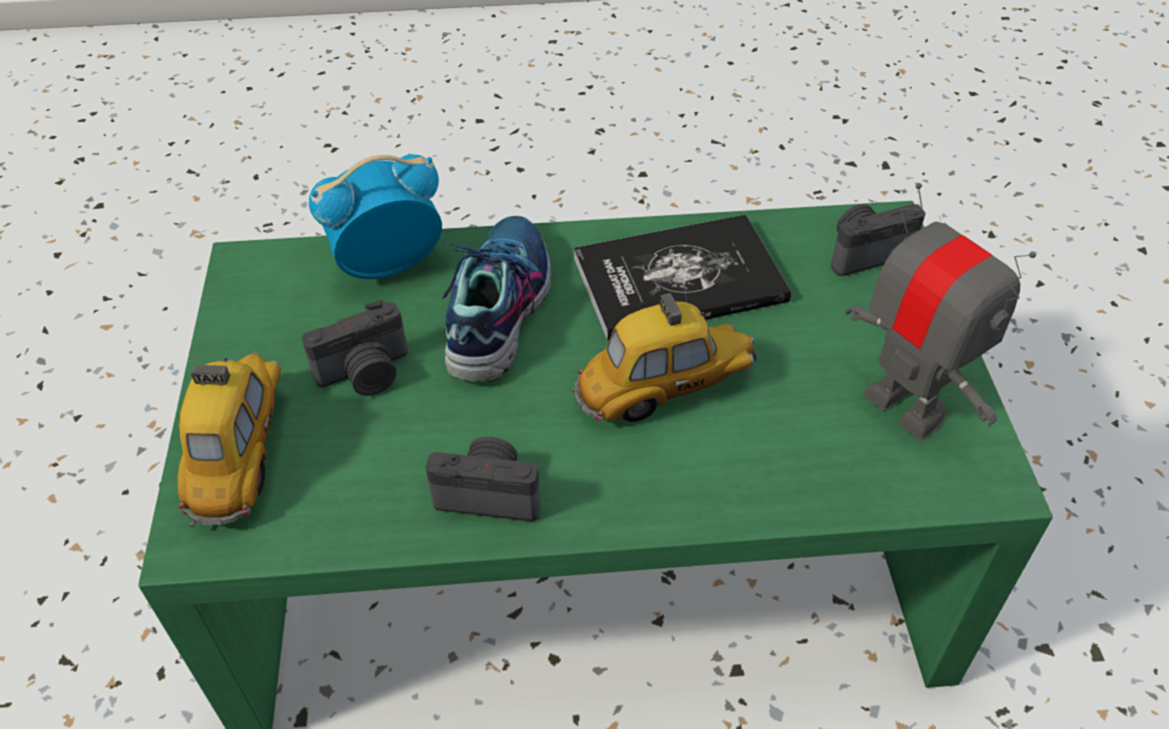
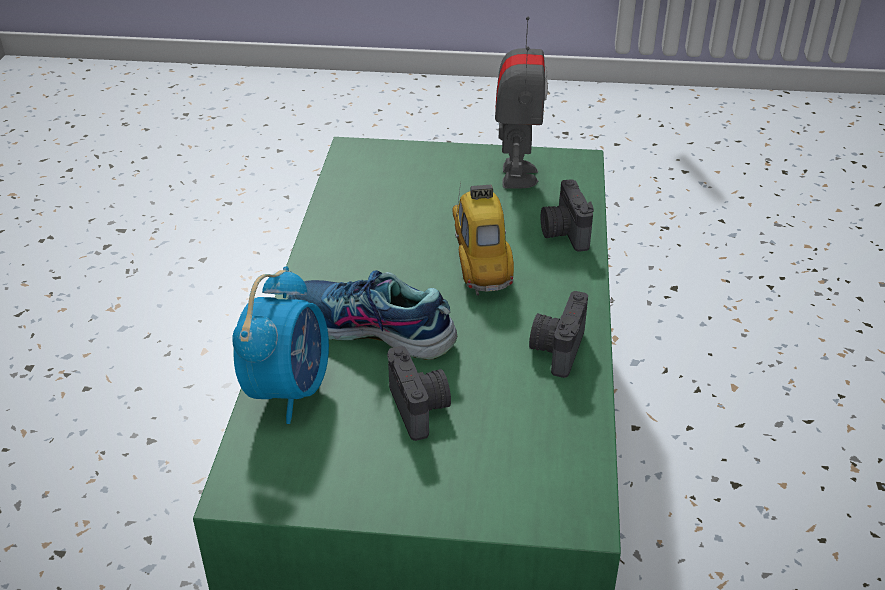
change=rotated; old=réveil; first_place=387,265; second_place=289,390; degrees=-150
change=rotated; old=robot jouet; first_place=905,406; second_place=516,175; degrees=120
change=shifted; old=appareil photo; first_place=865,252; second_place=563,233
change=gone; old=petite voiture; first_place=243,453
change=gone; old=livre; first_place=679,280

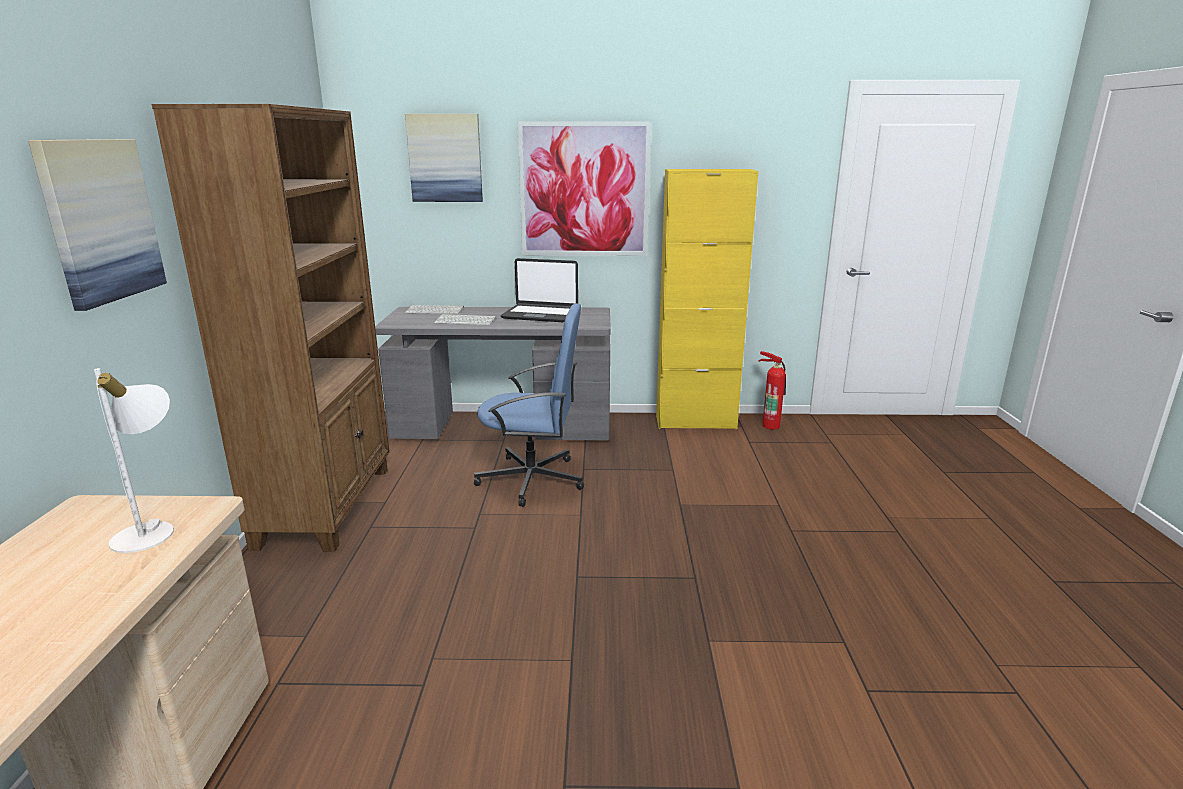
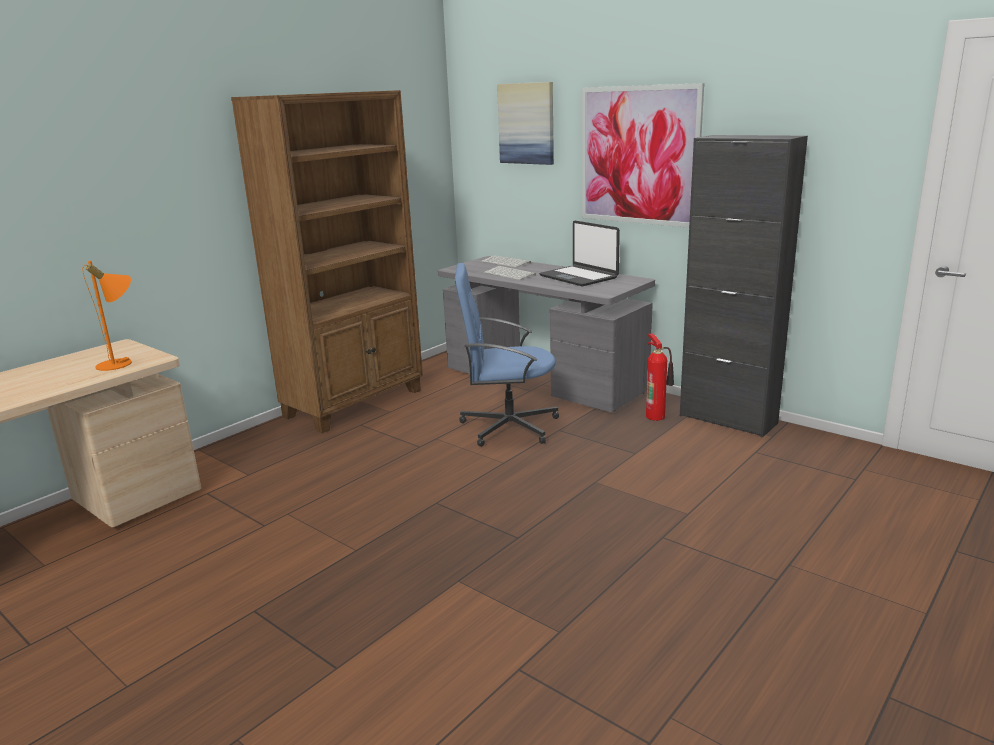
change=repainted; old=lampe de table/blanc; new=lampe de table/orange; first_place=152,531; second_place=121,363
change=rotated; old=chaise de bureau/bleu; first_place=533,479; second_place=507,426; degrees=135
change=shifted; old=extincteur; first_place=770,425; second_place=656,416
change=repainted; old=meuble de rangement/jaune; new=meuble de rangement/noir; first_place=695,422; second_place=728,419
change=gone; old=tableau; first_place=100,220

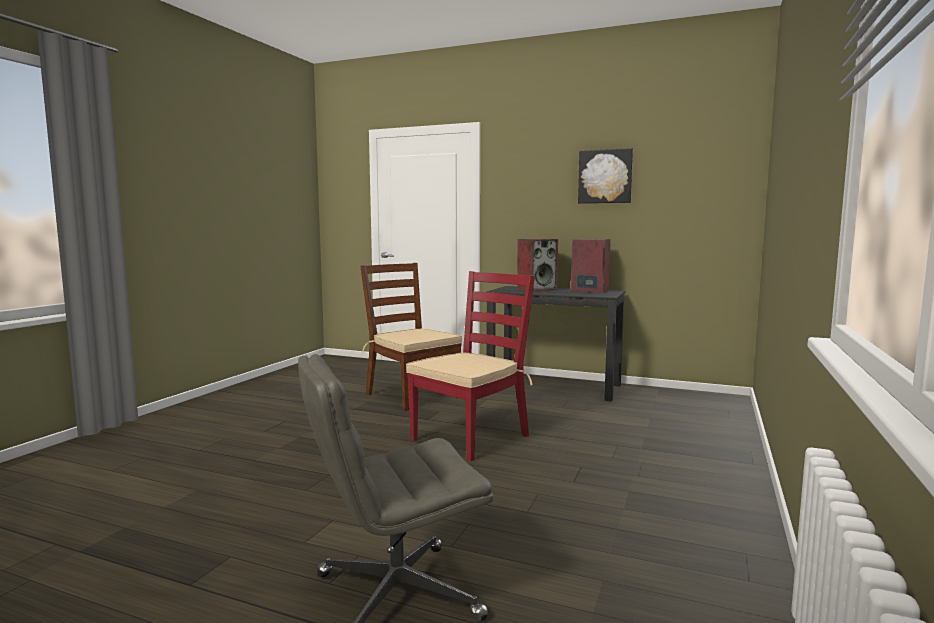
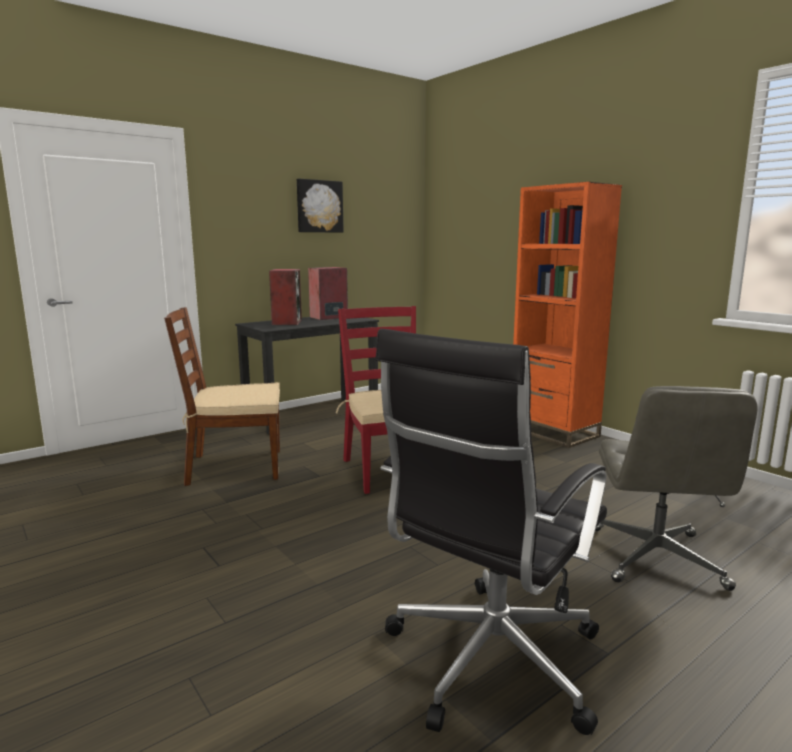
change=new; new=chaise de bureau/noir; second_place=489,661
change=new; new=bibliothèque/orange; second_place=553,432

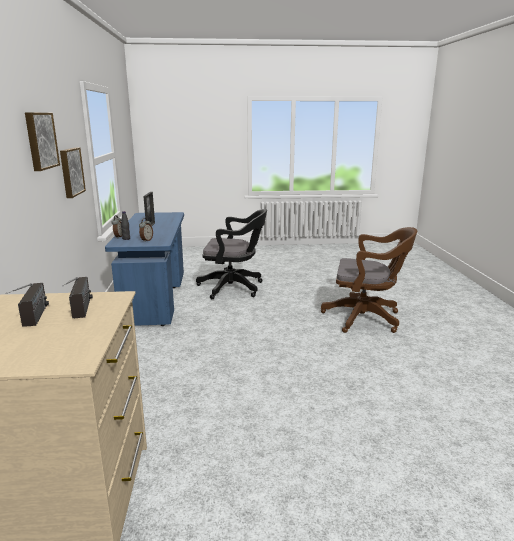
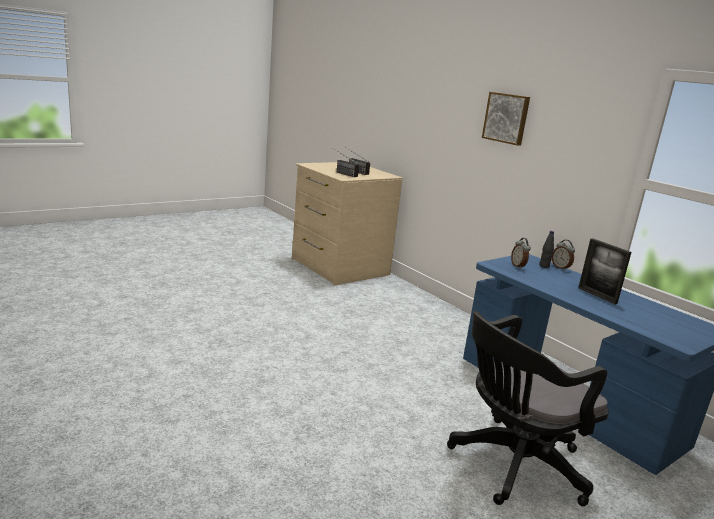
change=gone; old=tableau; first_place=70,172
change=gone; old=chaise de bureau/marron; first_place=366,318

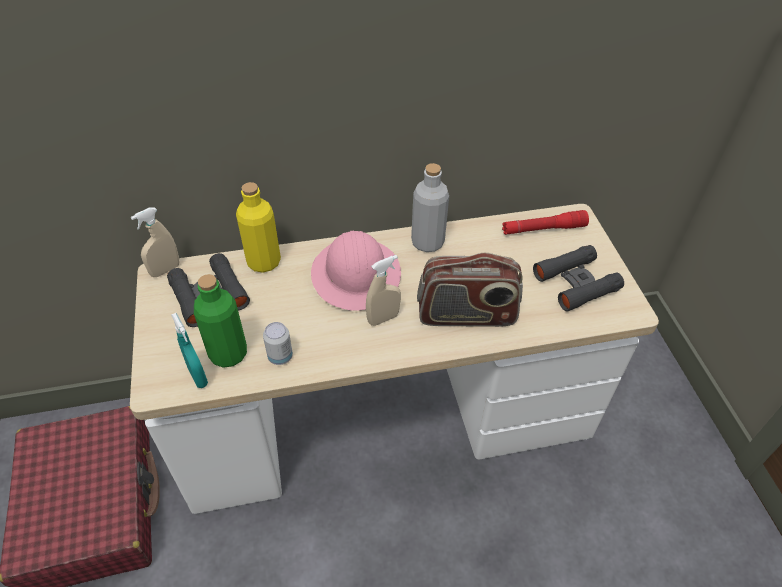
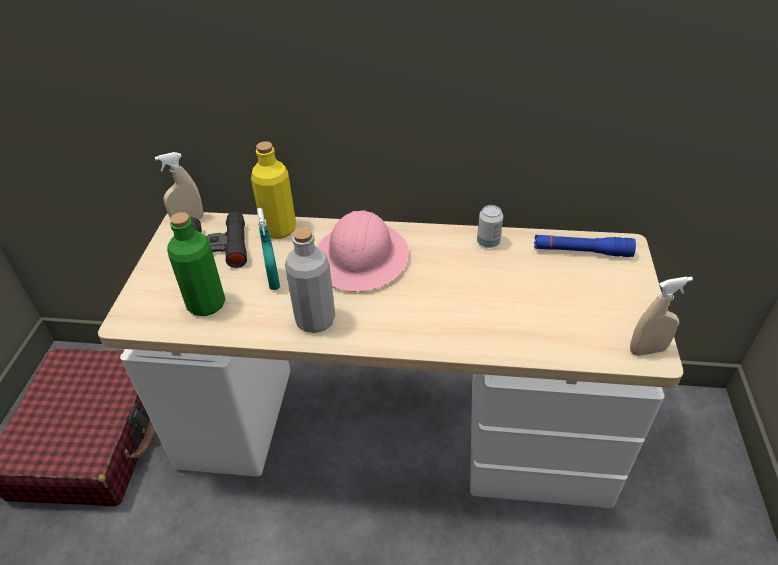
change=shifted; old=vaporisateur/turquoise; first_place=198,376; second_place=273,280
change=shifted; old=bouteille/gris; first_place=427,242; second_place=315,320
change=shifted; old=boîte métallique; first_place=280,356; second_place=488,242
change=repainted; old=lampe de poche/rouge; new=lampe de poche/bleu; first_place=543,229; second_place=581,251
change=shifted; old=vaporisateur/beige; first_place=383,318; second_place=647,350
change=gone; old=radio; first_place=466,315
change=gone; old=jumelles/noir; first_place=576,283

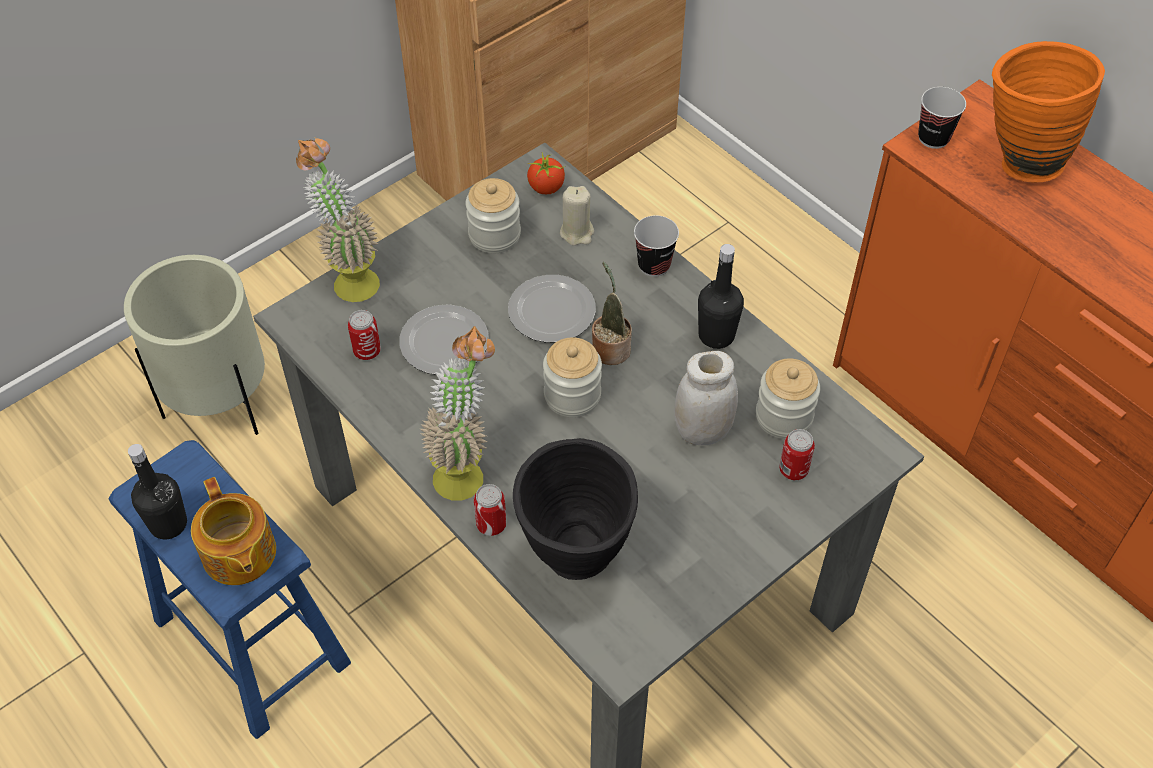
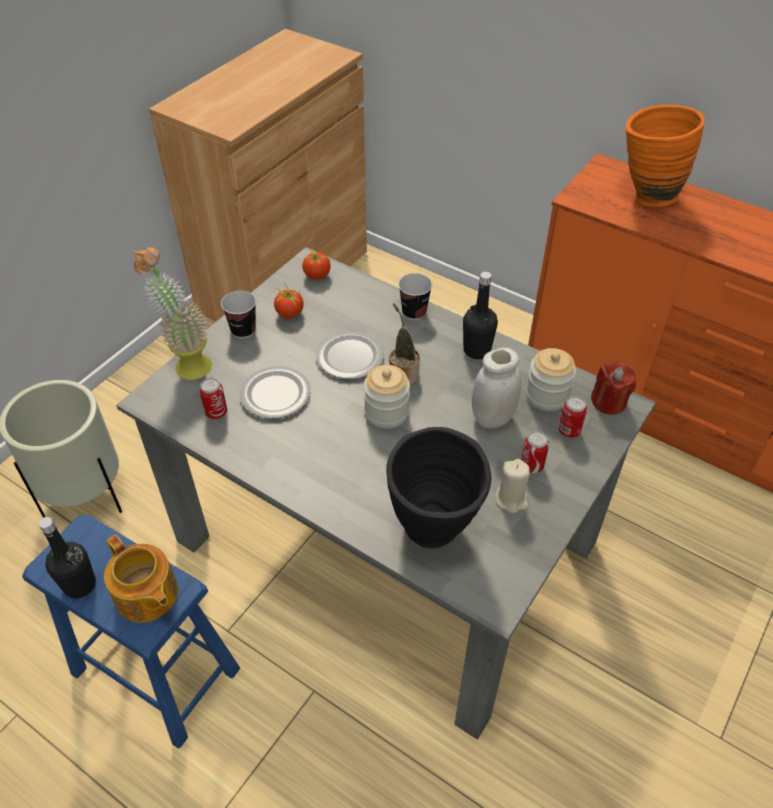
change=shifted; old=tasse; first_place=933,138; second_place=243,330
change=swapped; old=bocal; new=tomate; first_place=494,235; second_place=289,313
change=shifted; old=bougie/beige; first_place=577,232; second_place=511,499
change=shifted; old=boîte métallique; first_place=491,524; second_place=531,466
change=new; new=bougie/rouge; second_place=609,402
change=gone; old=plante en pot; first_place=465,469

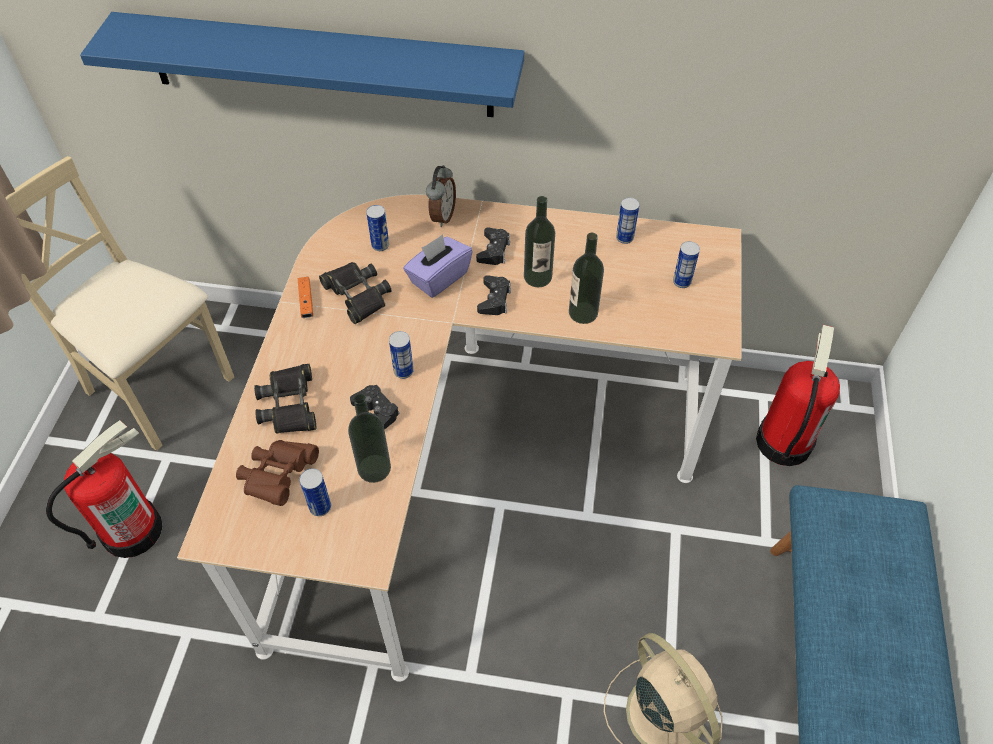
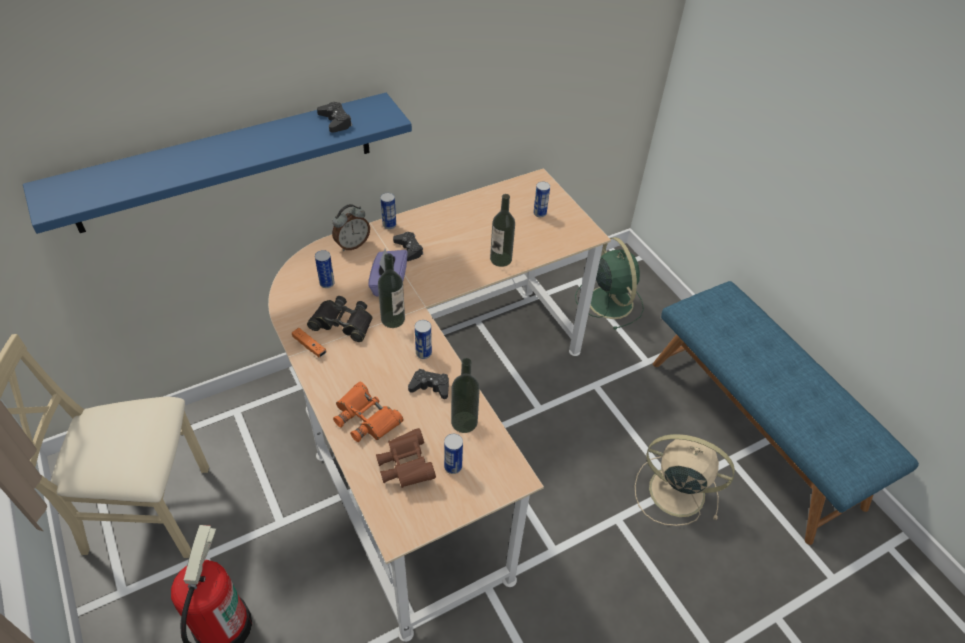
change=shifted; old=manette/noir; first_place=494,299; second_place=335,121
change=rotated; old=réveil; first_place=442,216; second_place=352,244; degrees=75
change=repainted; old=jumelles/noir; new=jumelles/orange; first_place=289,404; second_place=366,417
change=shifted; old=bouteille; first_place=537,277; second_place=393,319
change=shifted; old=boîte métallique; first_place=624,238; second_place=389,225
change=swapped; old=extincteur; new=ventilateur/vert; first_place=782,441; second_place=609,301

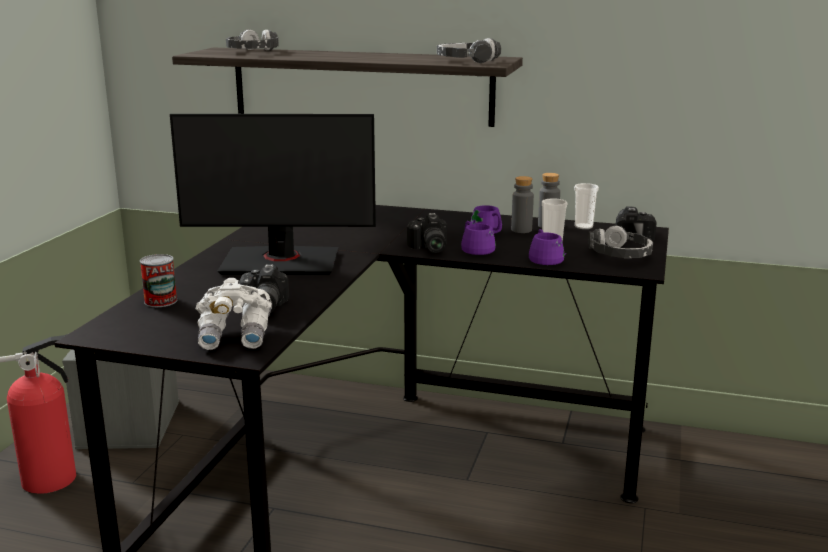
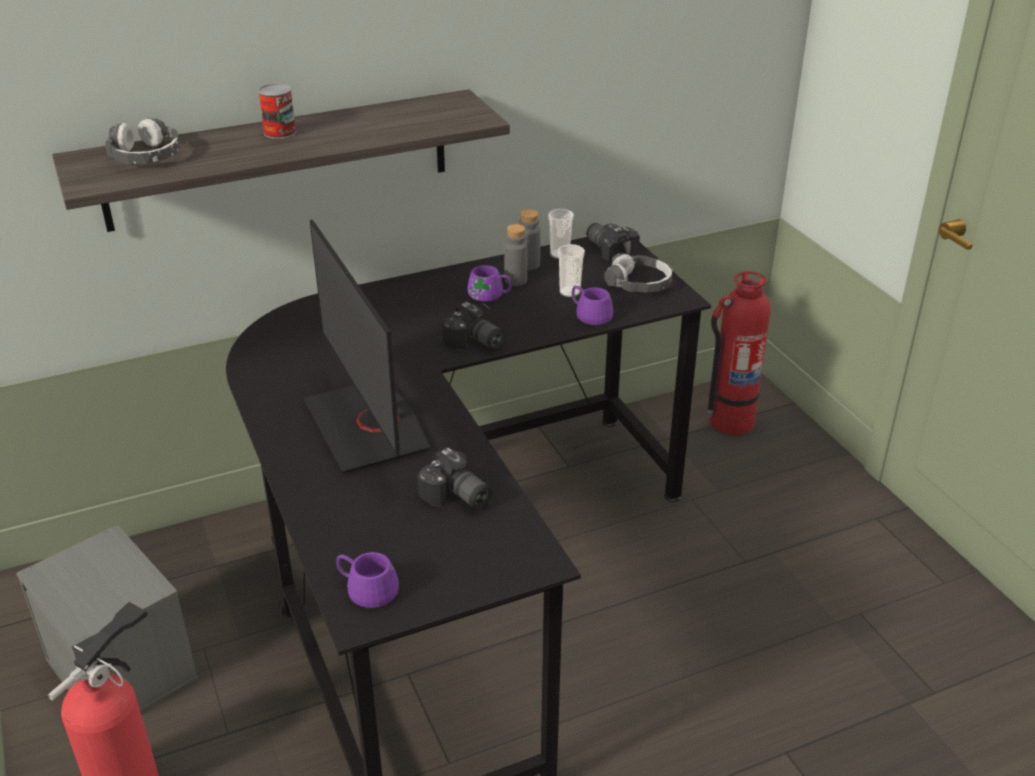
change=shifted; old=boîte métallique; first_place=160,301; second_place=280,132
change=rotated; old=écran d'ordinateur; first_place=280,262; second_place=368,425; degrees=105
change=shifted; old=mug/violet; first_place=479,248; second_place=370,585
change=new; new=extincteur; second_place=730,421
change=gone; old=jumelles/blanc; first_place=236,336
change=gone; old=casque audio; first_place=467,61

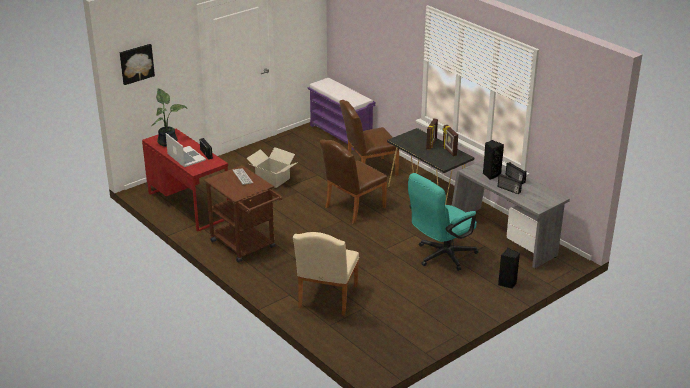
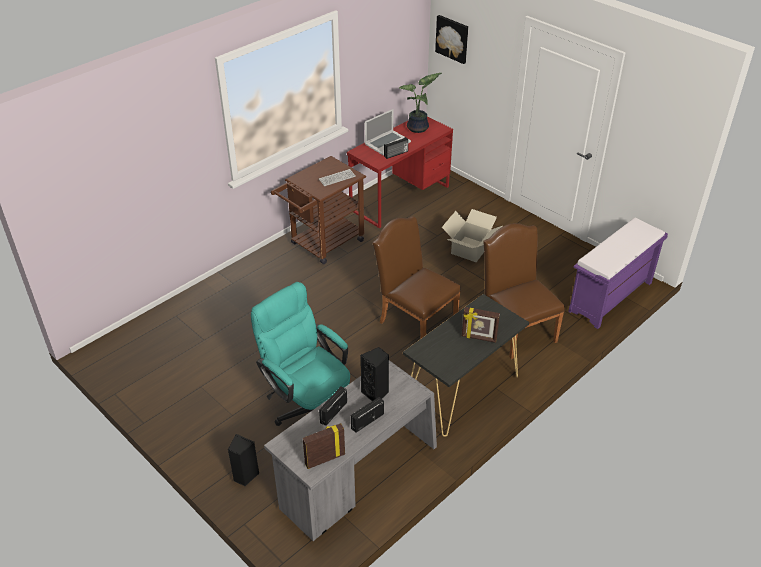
change=shifted; old=cadre photo; first_place=449,151; second_place=324,459
change=gone; old=chaise/beige; first_place=326,299

